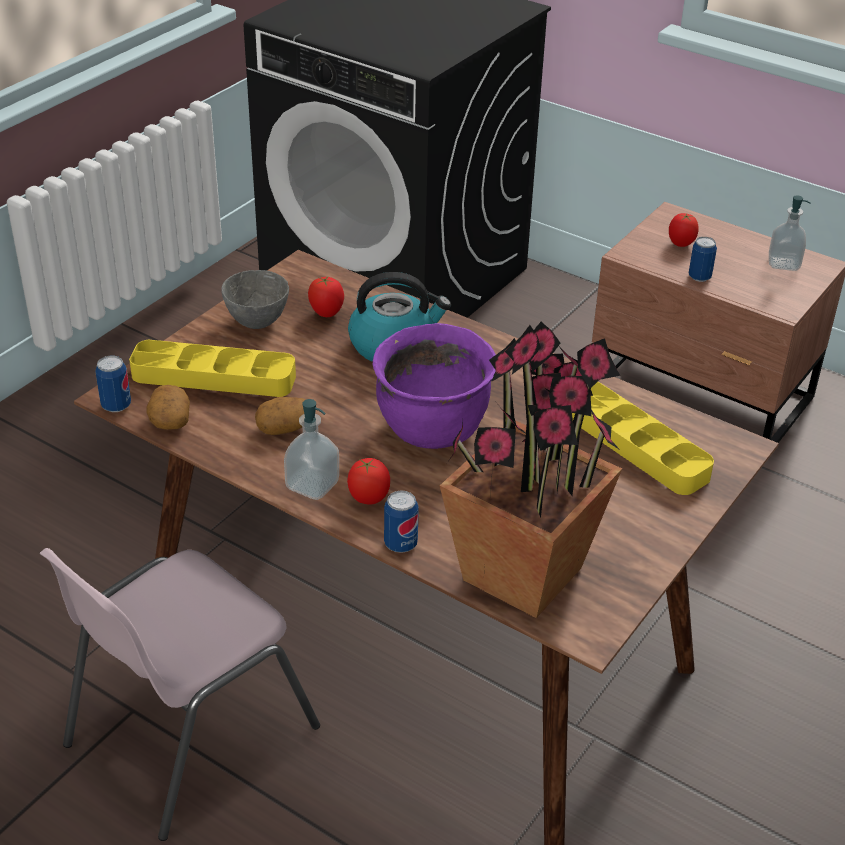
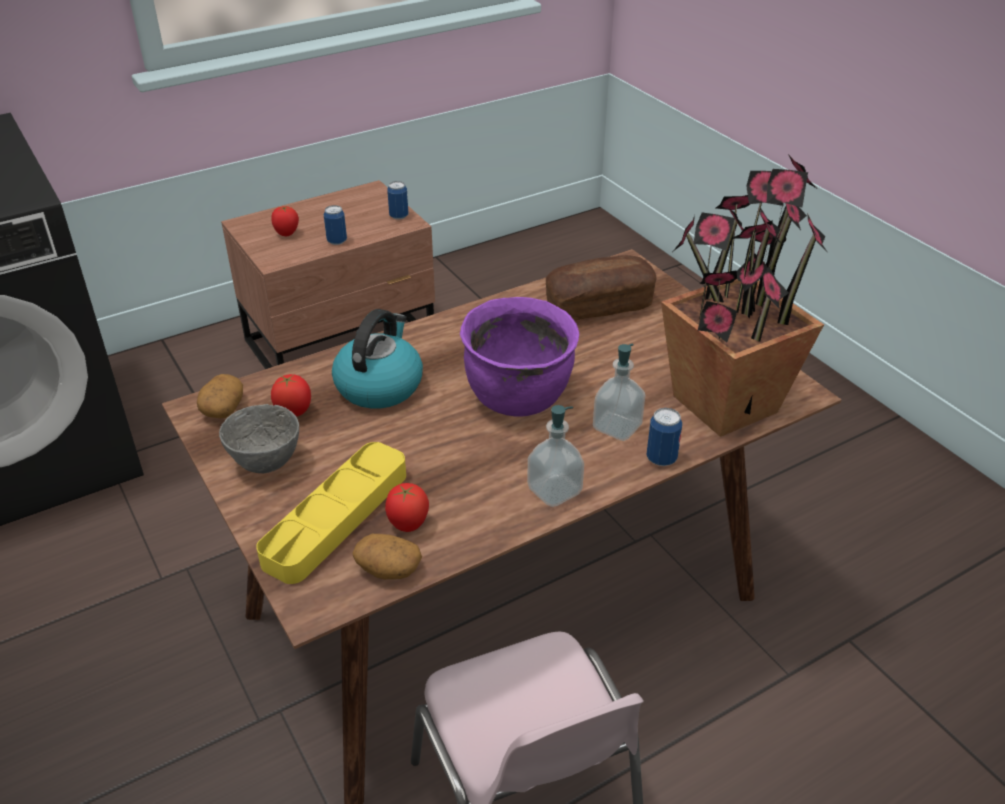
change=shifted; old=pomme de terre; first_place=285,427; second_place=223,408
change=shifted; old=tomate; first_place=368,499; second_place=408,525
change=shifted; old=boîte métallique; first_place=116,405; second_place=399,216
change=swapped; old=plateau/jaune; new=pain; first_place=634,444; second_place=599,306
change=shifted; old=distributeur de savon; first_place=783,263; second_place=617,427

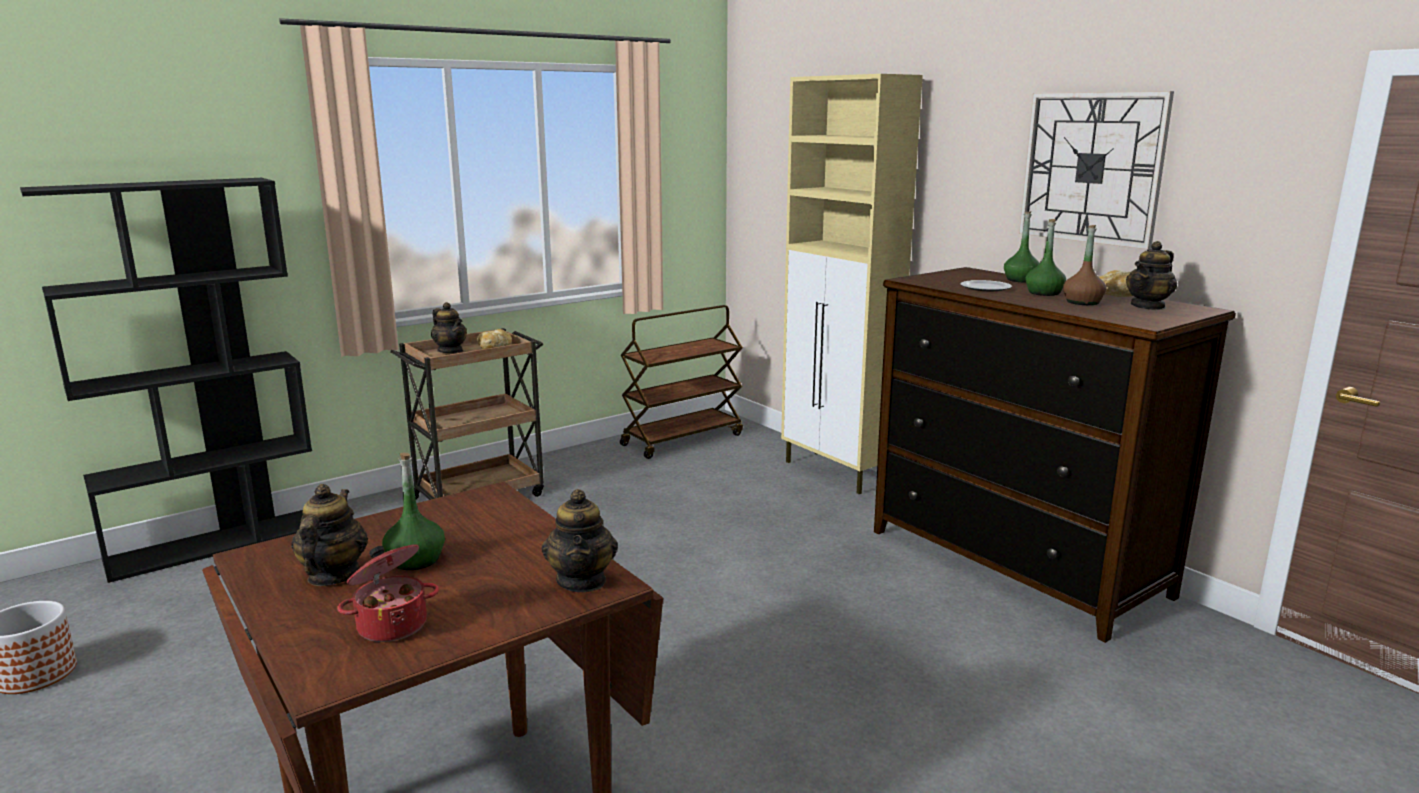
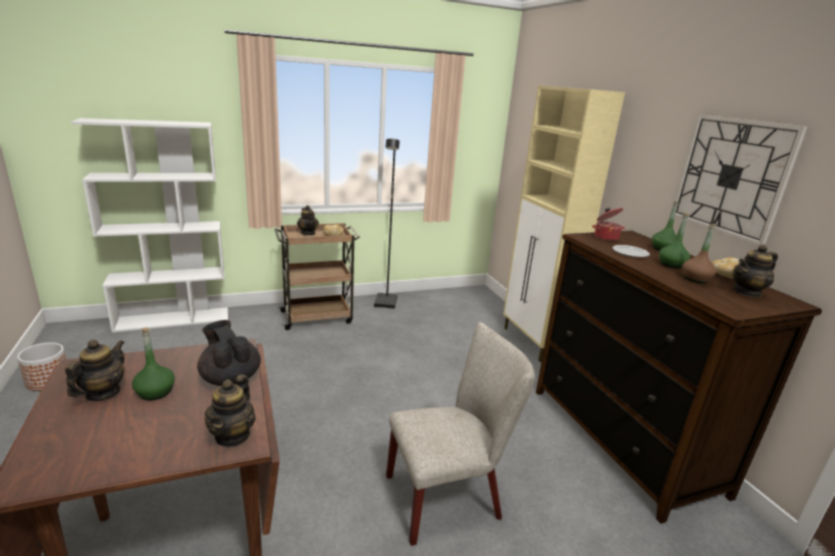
change=repainted; old=bibliothèque/noir; new=bibliothèque/blanc; first_place=217,543; second_place=173,319
change=new; new=théière/noir; second_place=230,378
change=new; new=lampadaire/noir; second_place=386,302
change=new; new=chaise/beige; second_place=450,496
change=shifted; old=marmite; first_place=392,624; second_place=605,237
change=gone; old=chariot/marron; first_place=682,439

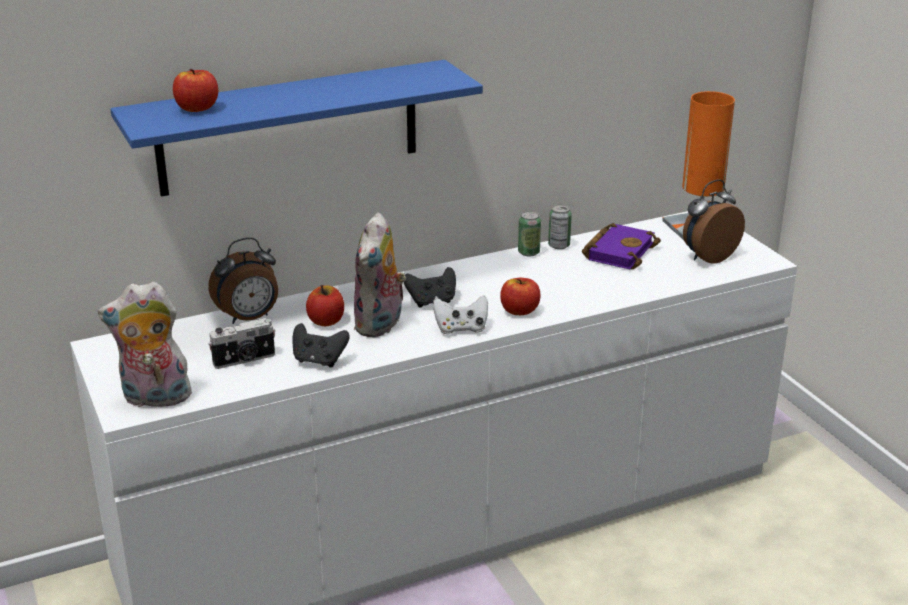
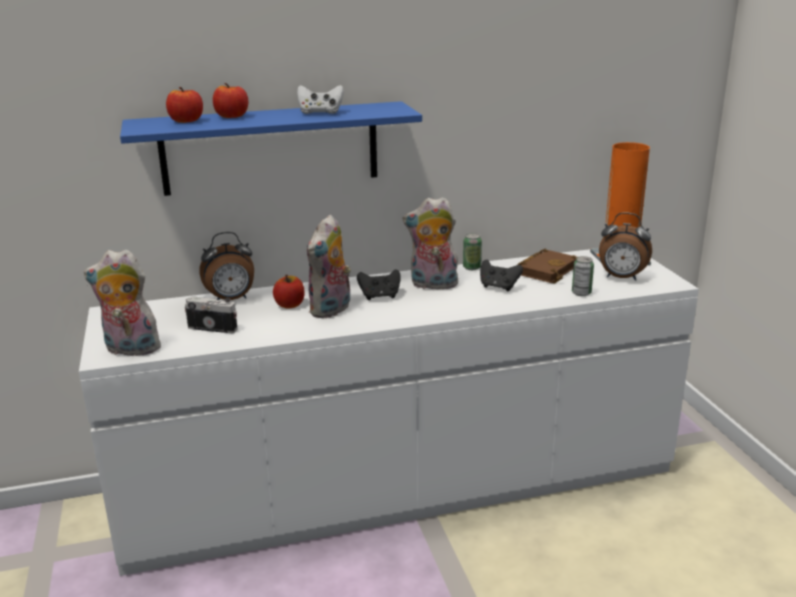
change=rotated; old=appareil photo; first_place=244,360; second_place=213,328; degrees=-150
change=shifted; old=pomme; first_place=519,311; second_place=232,116
change=shifted; old=manette/blanc; first_place=461,328; second_place=320,112
change=new; new=peluche; second_place=432,285
change=shifted; old=manette/noir; first_place=319,360; second_place=498,287
change=repainted; old=livre/violet; new=livre/marron; first_place=618,251; second_place=546,270
change=shifted; old=boîte métallique; first_place=559,245; second_place=581,293
change=rotated; old=réveil; first_place=707,257; second_place=621,278; degrees=-135

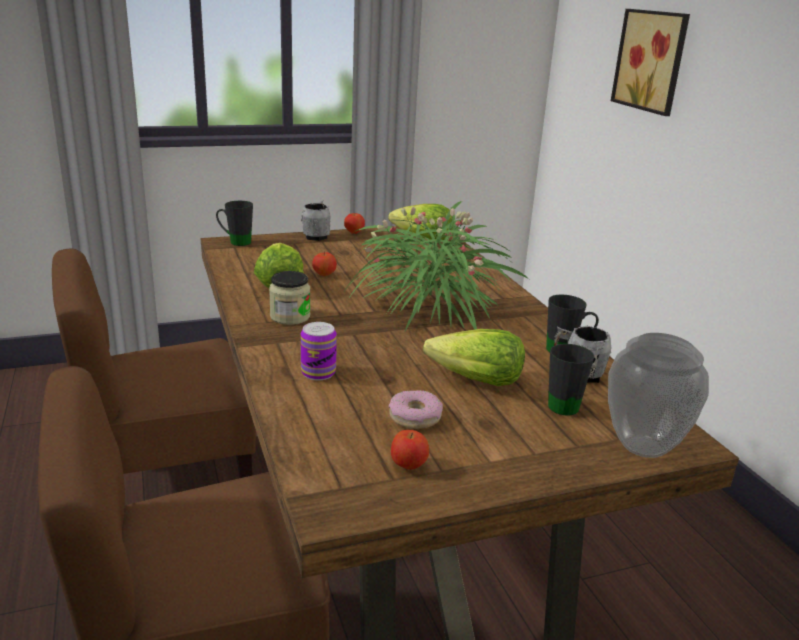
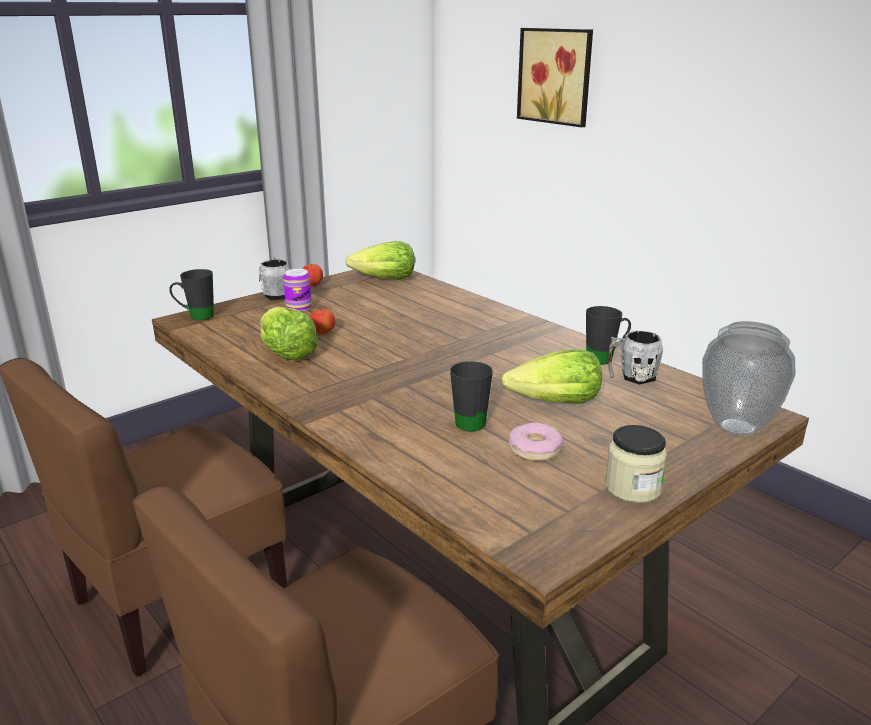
change=shifted; old=boîte métallique; first_place=318,373; second_place=298,307
change=shifted; old=mug/noir; first_place=561,402; second_place=466,420
change=shifted; old=bocal; first_place=290,316; second_place=632,488
change=gone; old=plante en pot; first_place=429,307
change=gone; old=pomme; first_place=408,465

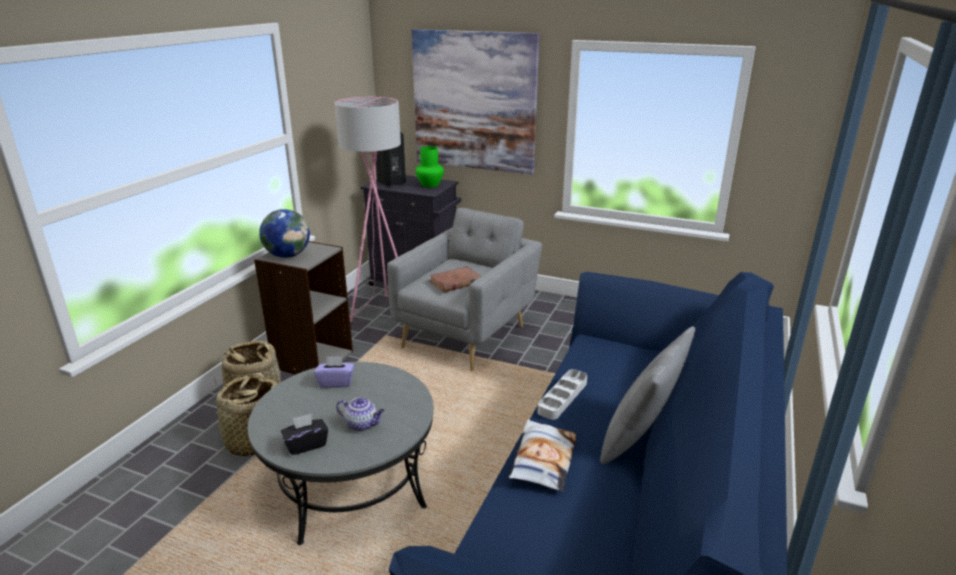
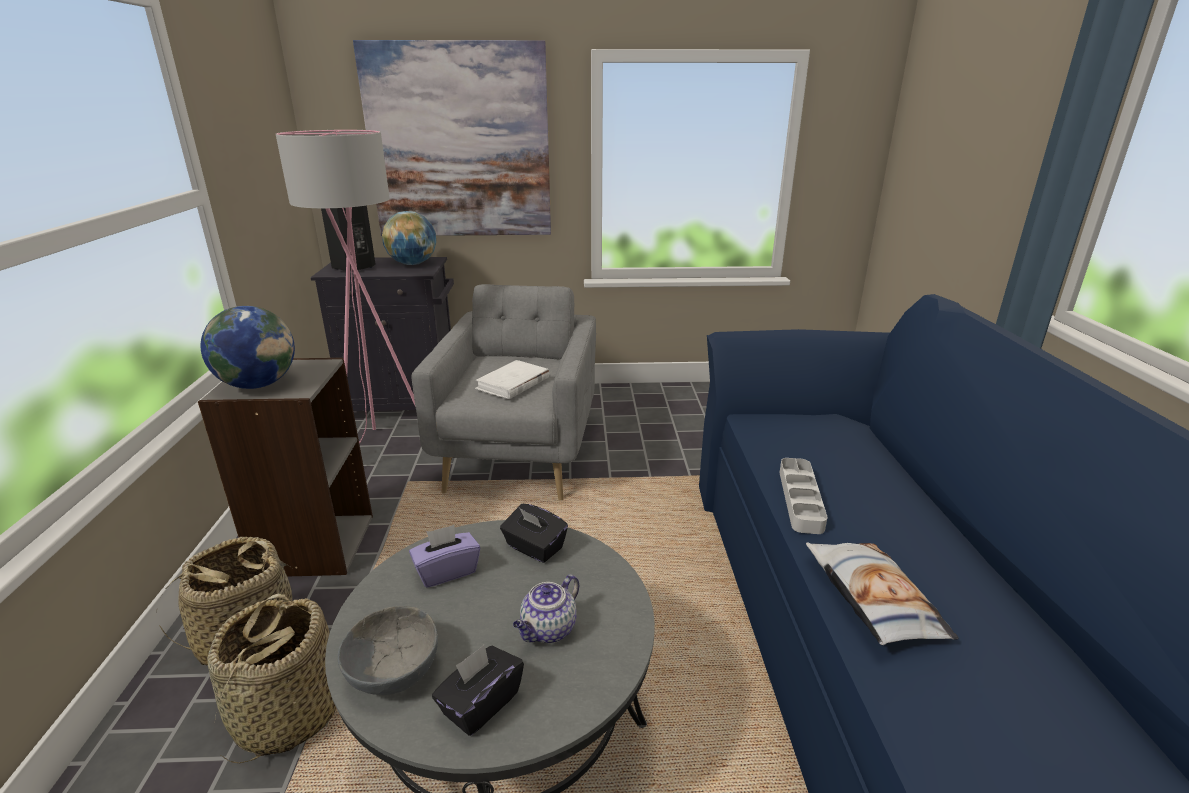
change=new; new=bol/gris; second_place=392,670
change=swapped; old=vase/vert; new=globe; first_place=430,185; second_place=413,264
change=repainted; old=livre/marron; new=livre/blanc; first_place=455,282; second_place=513,383
change=new; new=boîte à mouchoirs/noir; second_place=534,547
change=rotated; old=théière; first_place=362,424; second_place=548,630; degrees=135
change=gone; old=coussin/gris; first_place=639,438

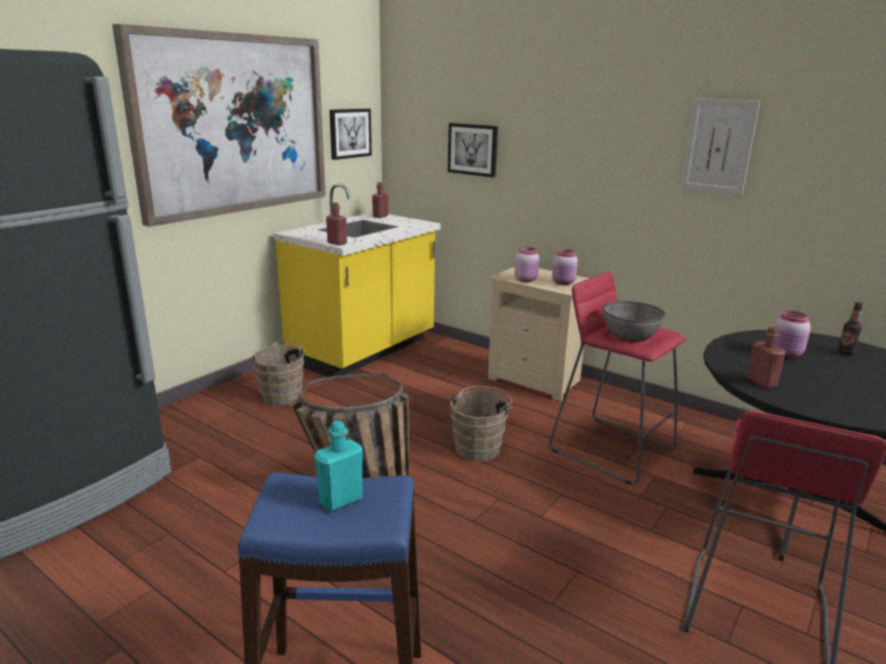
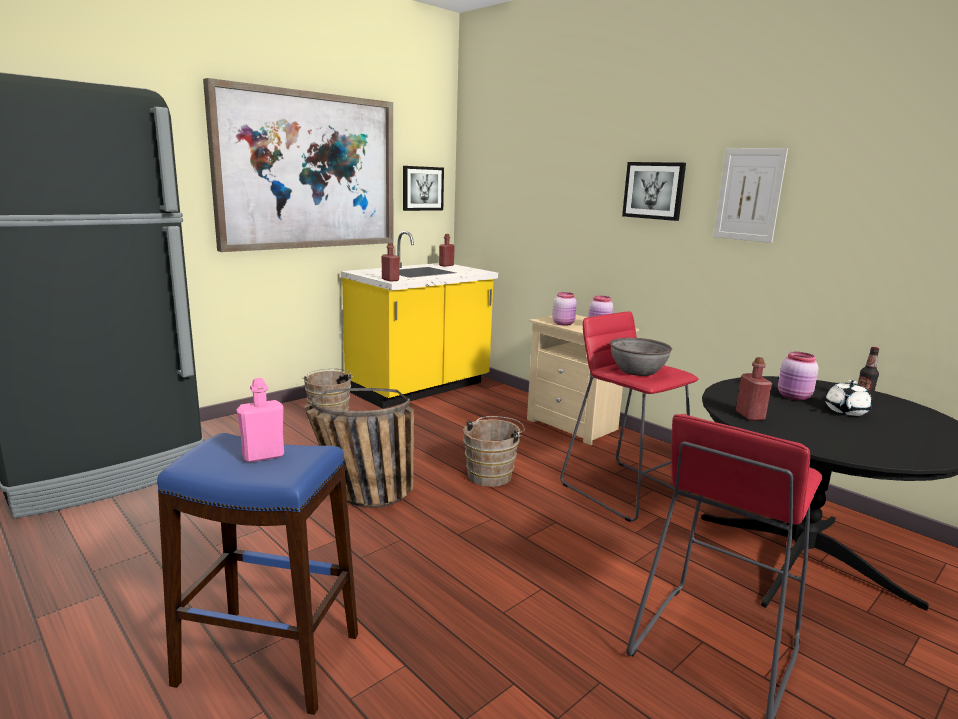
change=repainted; old=bouteille/turquoise; new=bouteille/rose; first_place=340,500; second_place=263,456
change=shifted; old=tableau; first_place=473,149; second_place=654,190
change=new; new=théière/blanc; second_place=845,411

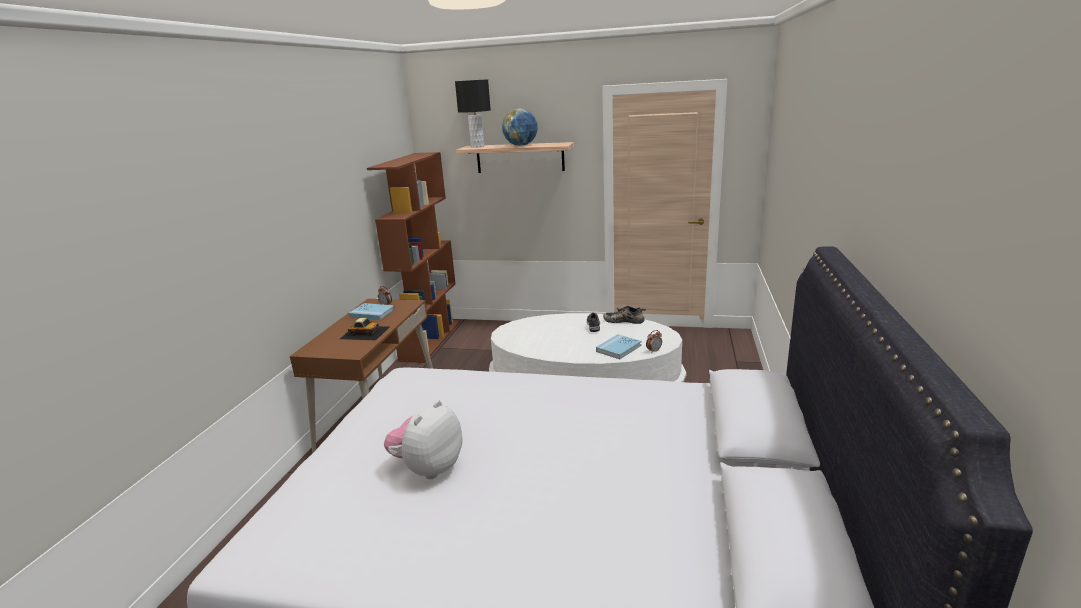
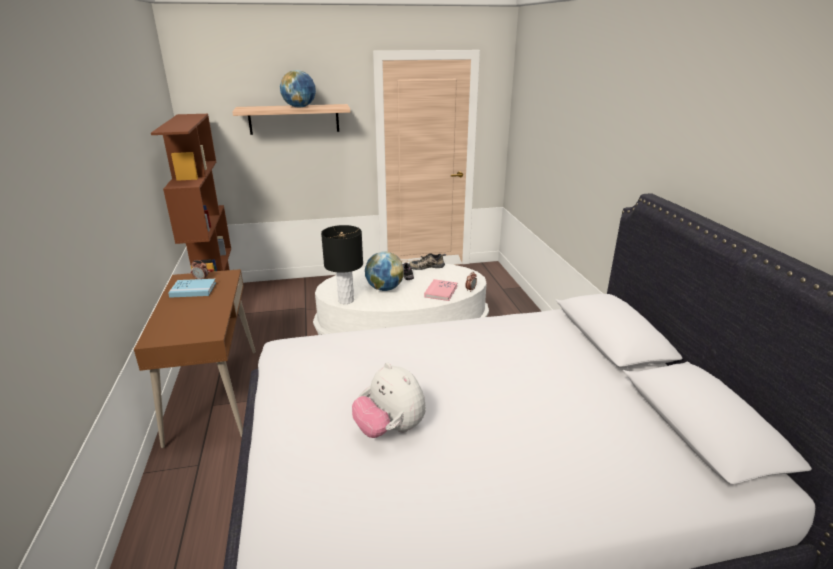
change=shifted; old=lampe de table/noir; first_place=477,146; second_place=346,300
change=rotated; old=peluche; first_place=428,468; second_place=390,429; degrees=-45
change=new; new=globe; second_place=384,289
change=repainted; old=livre/bleu; new=livre/rose; first_place=618,348; second_place=441,291
change=gone; old=petite voiture; first_place=365,332

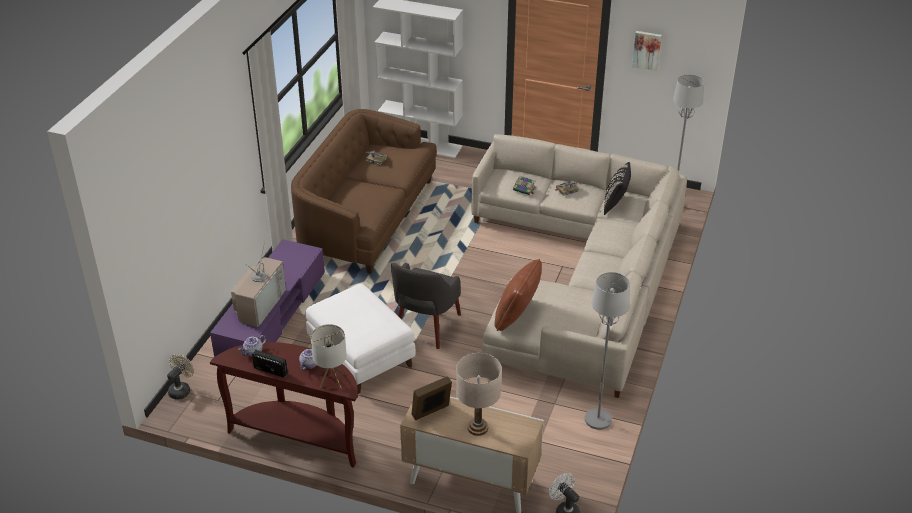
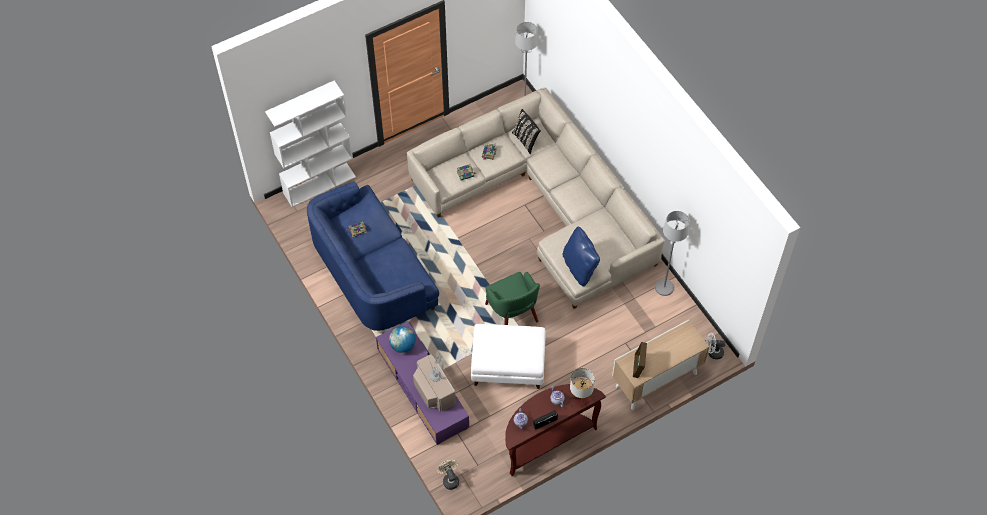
change=repainted; old=canapé/marron; new=canapé/bleu; first_place=366,218; second_place=372,272
change=new; new=globe; second_place=403,345
change=repainted; old=fauteuil/gris; new=fauteuil/vert; first_place=426,326; second_place=512,313
change=repainted; old=coussin/marron; new=coussin/bleu; first_place=517,317; second_place=579,268
change=gone; old=lampe de table/beige; first_place=478,428
change=gone; old=tableau; first_place=647,50

